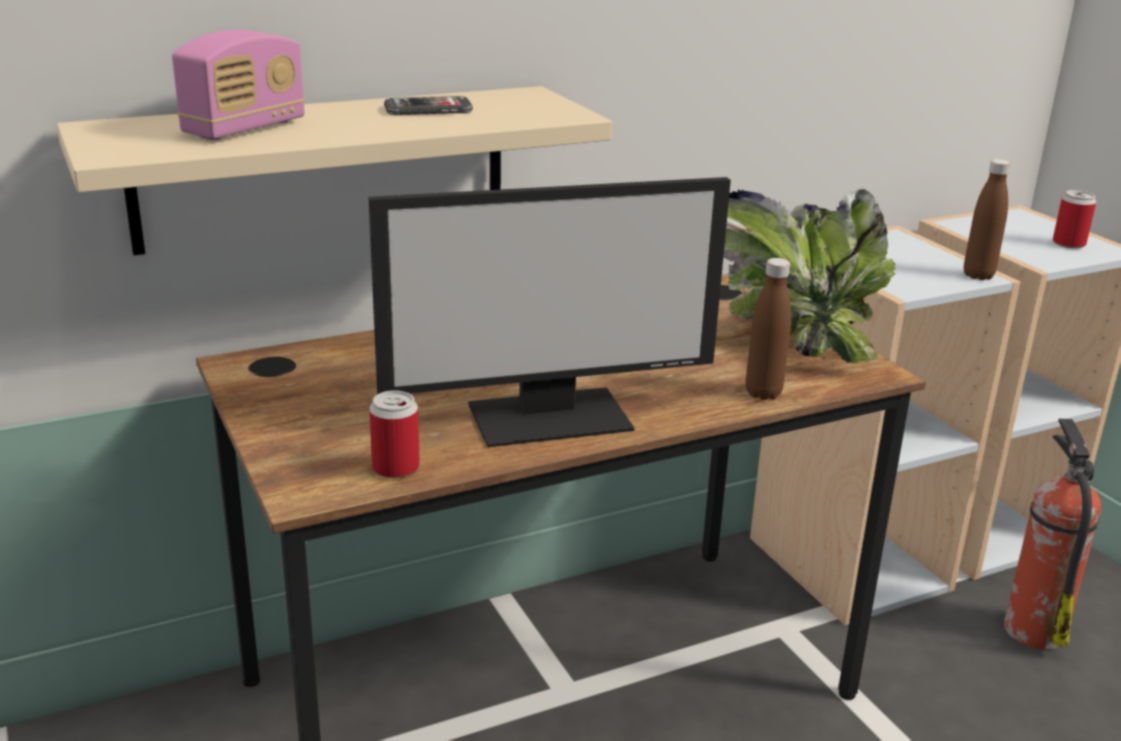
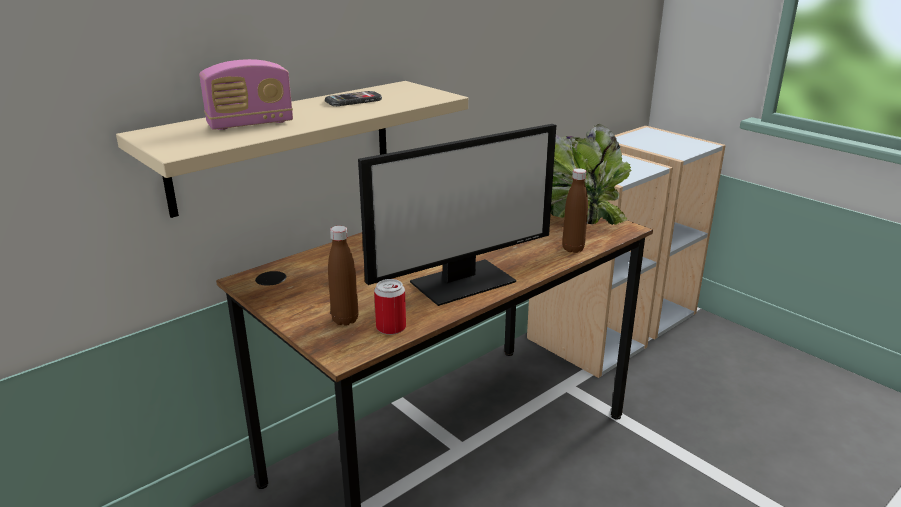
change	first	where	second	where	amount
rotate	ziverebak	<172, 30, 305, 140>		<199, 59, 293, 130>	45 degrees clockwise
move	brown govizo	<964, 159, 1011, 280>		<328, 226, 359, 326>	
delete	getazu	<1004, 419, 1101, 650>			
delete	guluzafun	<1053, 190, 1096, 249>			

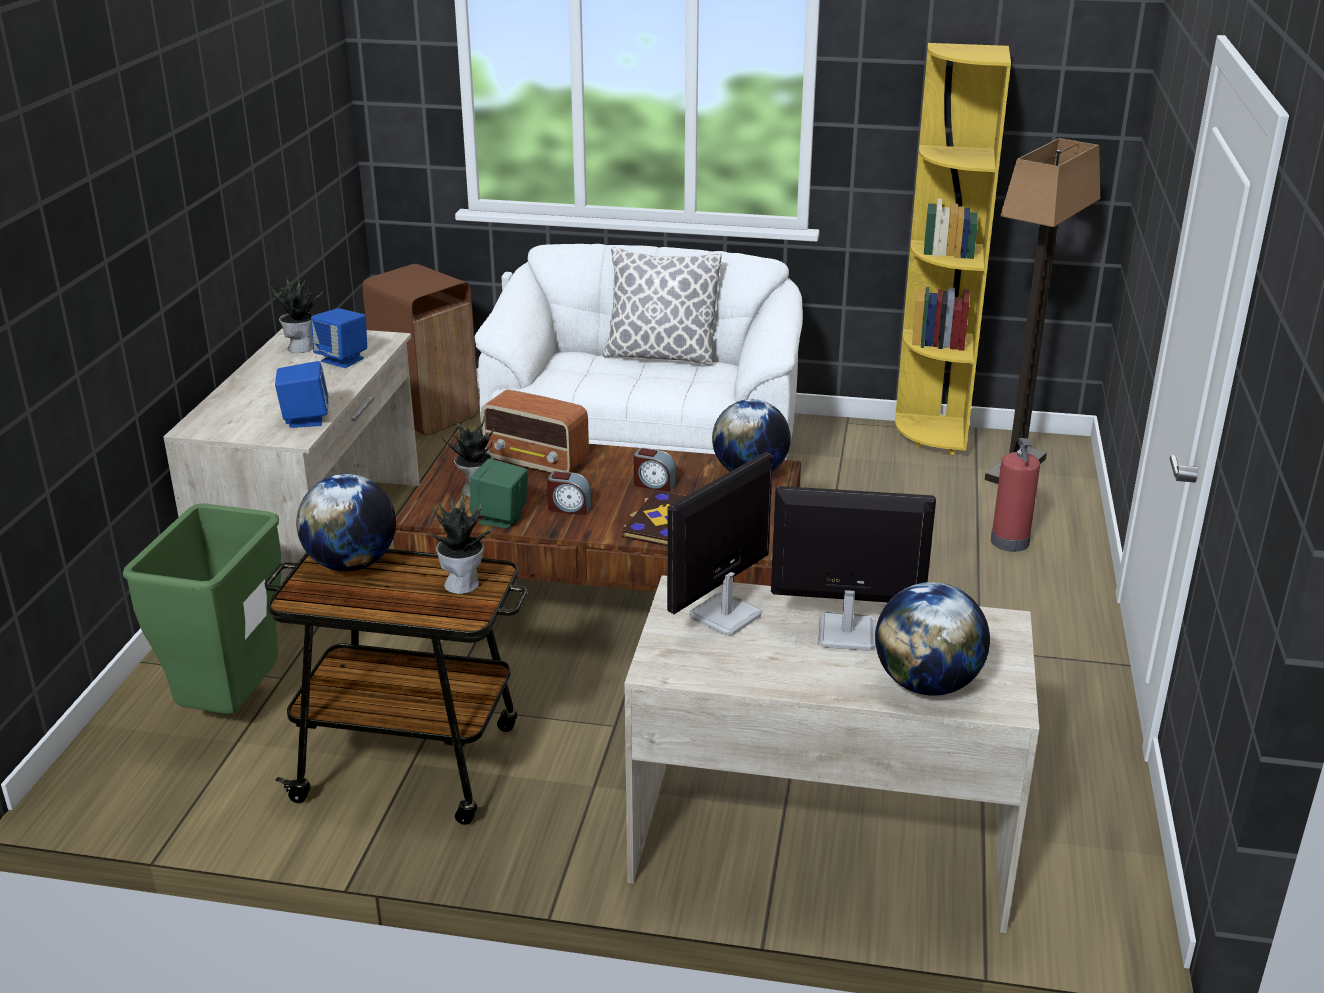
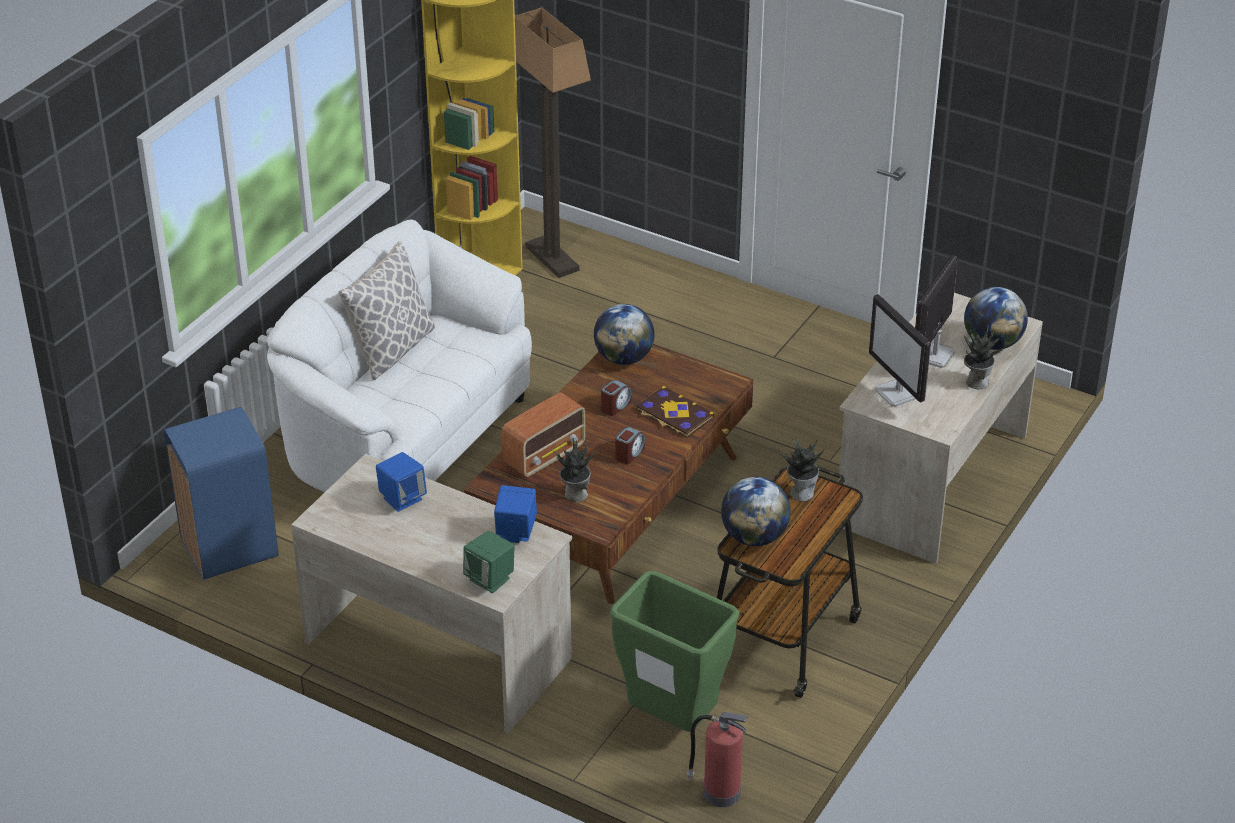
change	first	where	second	where	amount
move	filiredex	<271, 277, 323, 353>		<964, 326, 1006, 389>	
recolor	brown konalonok	<362, 264, 479, 435>	blue konalonok	<164, 407, 278, 580>	
move	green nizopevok	<470, 459, 528, 528>		<463, 531, 515, 593>	
move	getazu	<991, 438, 1040, 552>		<687, 712, 748, 807>	

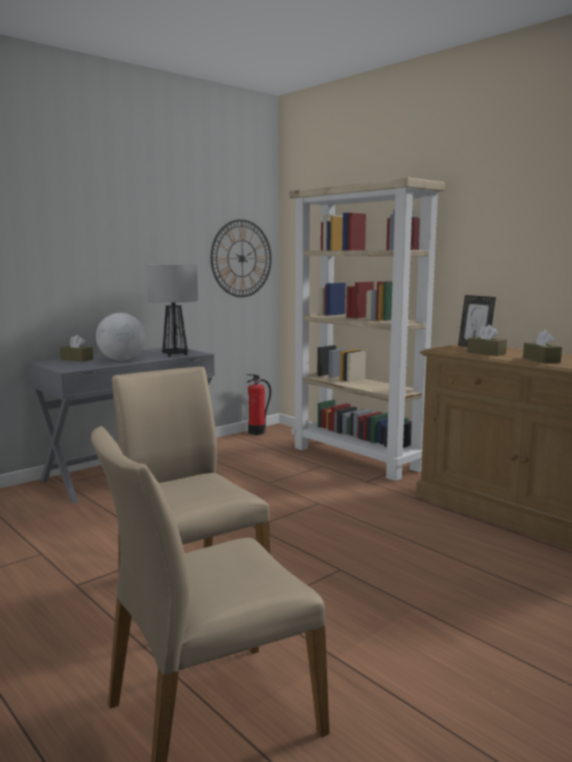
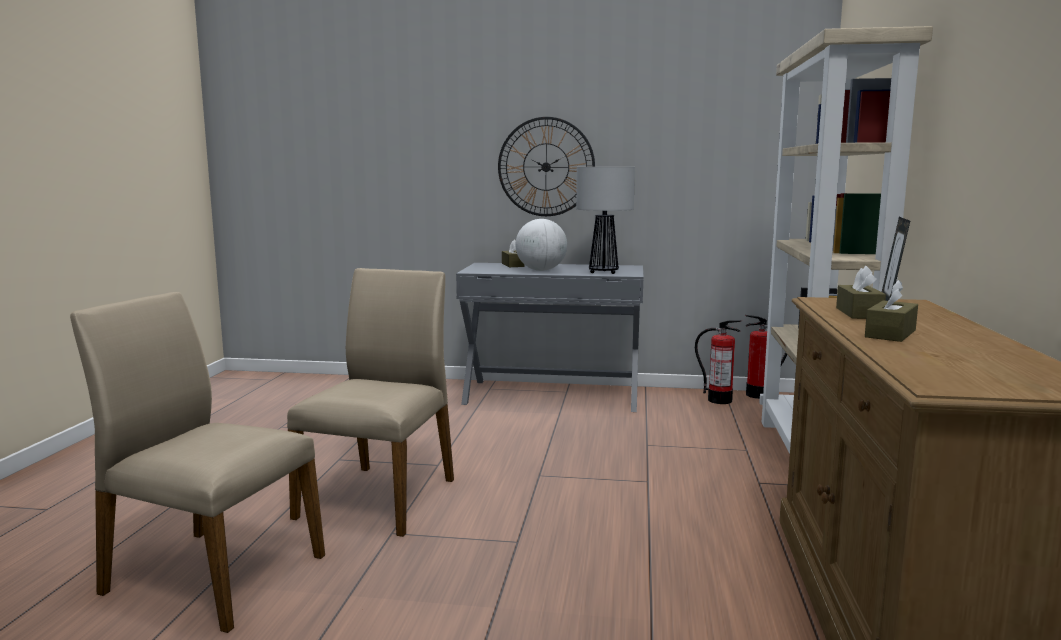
change	first	where	second	where	amount
move	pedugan	<211, 219, 272, 297>		<498, 117, 595, 216>	
insert			getazu	<695, 320, 742, 404>	

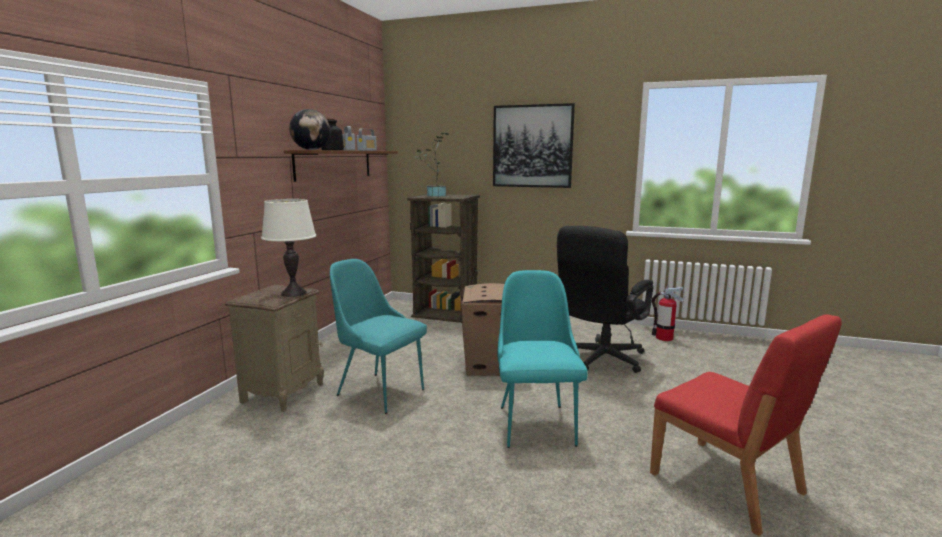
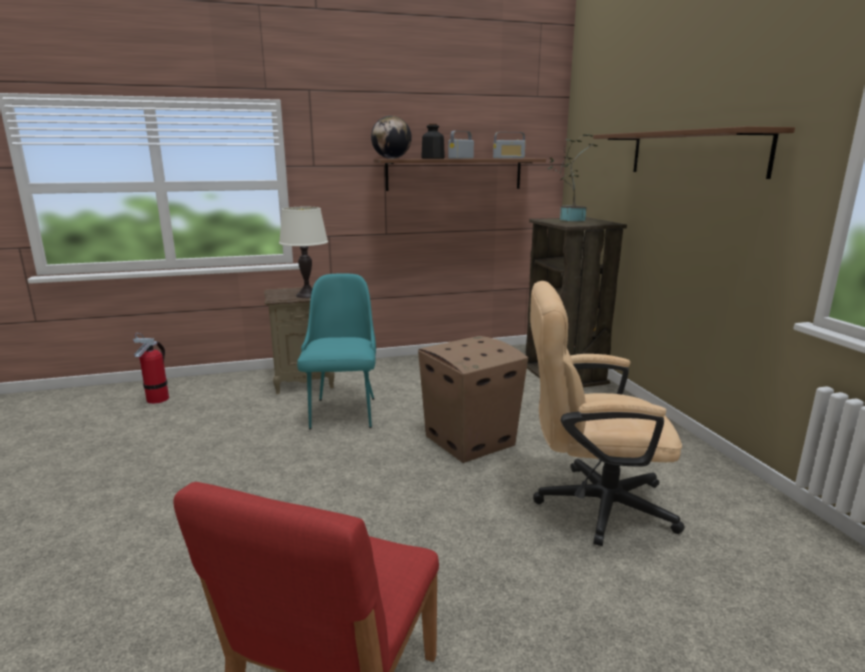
change	first	where	second	where	amount
replace	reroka	<493, 103, 575, 188>	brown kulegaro	<593, 126, 795, 179>	
delete	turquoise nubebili	<497, 270, 588, 448>			
recolor	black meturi	<557, 226, 654, 373>	beige meturi	<530, 281, 685, 546>	
move	getazu	<652, 285, 684, 341>		<133, 333, 169, 404>	

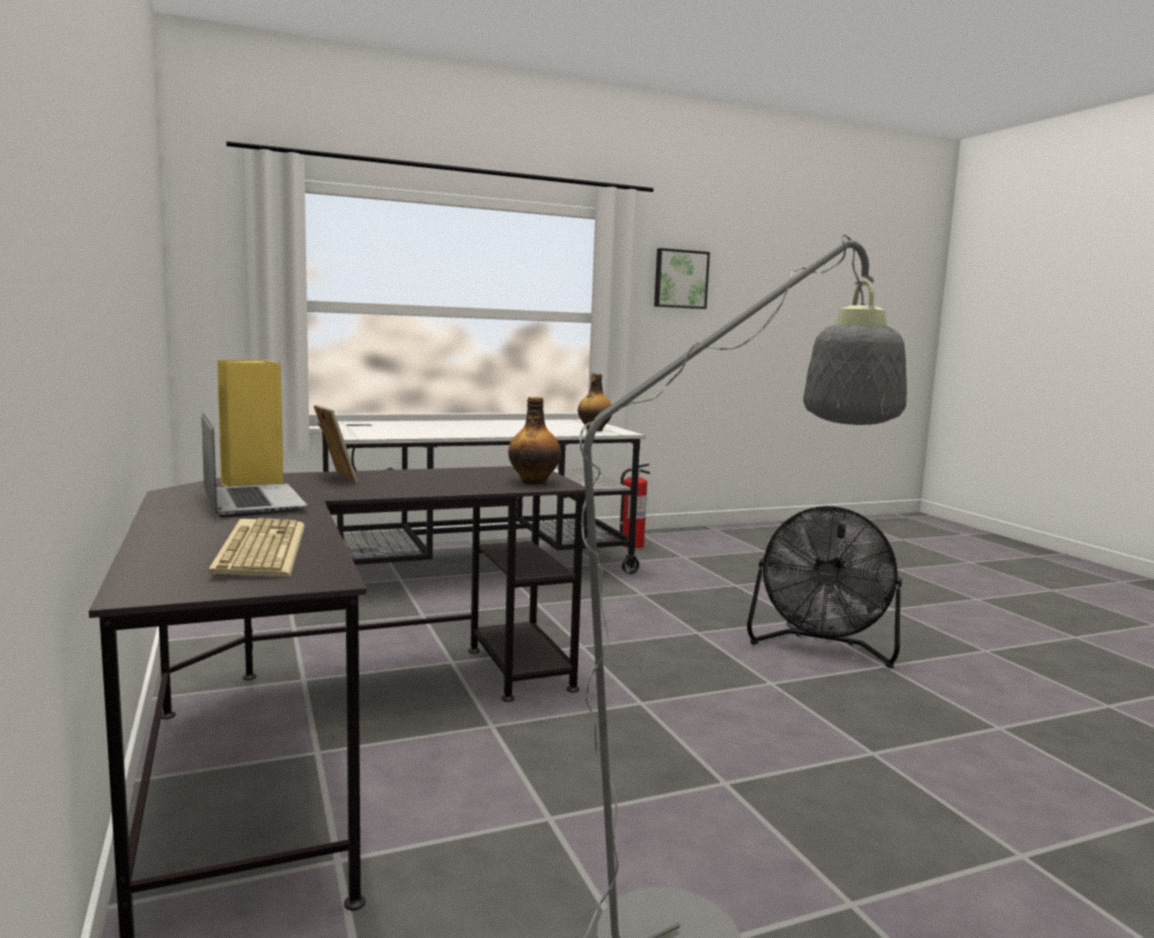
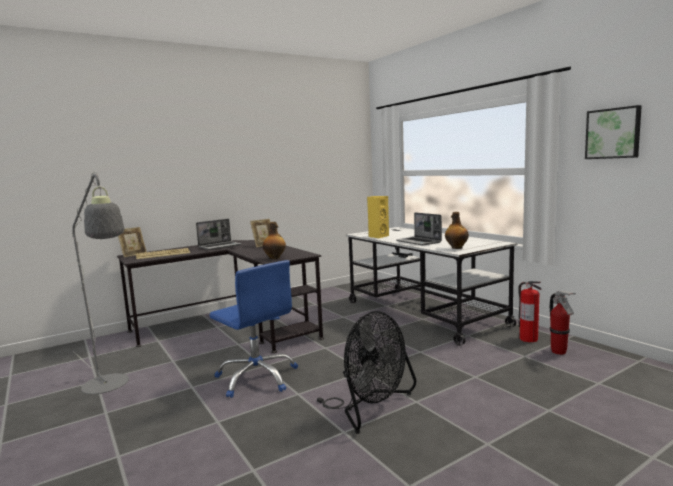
change	first	where	second	where	amount
move	yellow nizopevok	<217, 360, 284, 486>		<367, 196, 389, 239>	
rotate	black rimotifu	<747, 506, 902, 668>		<317, 311, 416, 434>	150 degrees counterclockwise
insert			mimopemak	<118, 227, 147, 258>	
insert			blue meturi	<209, 260, 298, 398>	
insert			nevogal	<396, 212, 442, 246>	
insert			getazu	<549, 291, 576, 355>	

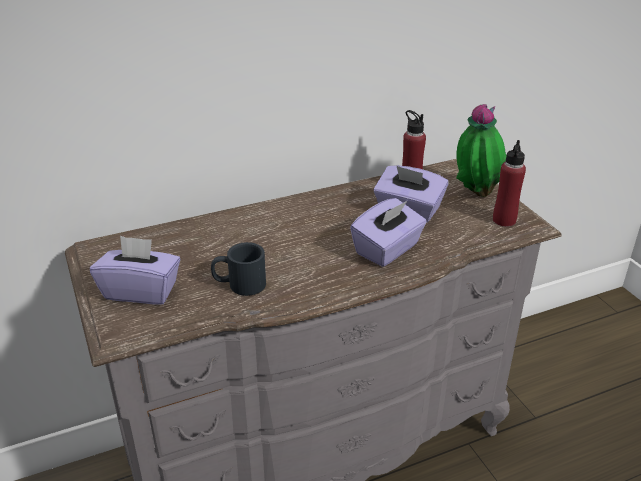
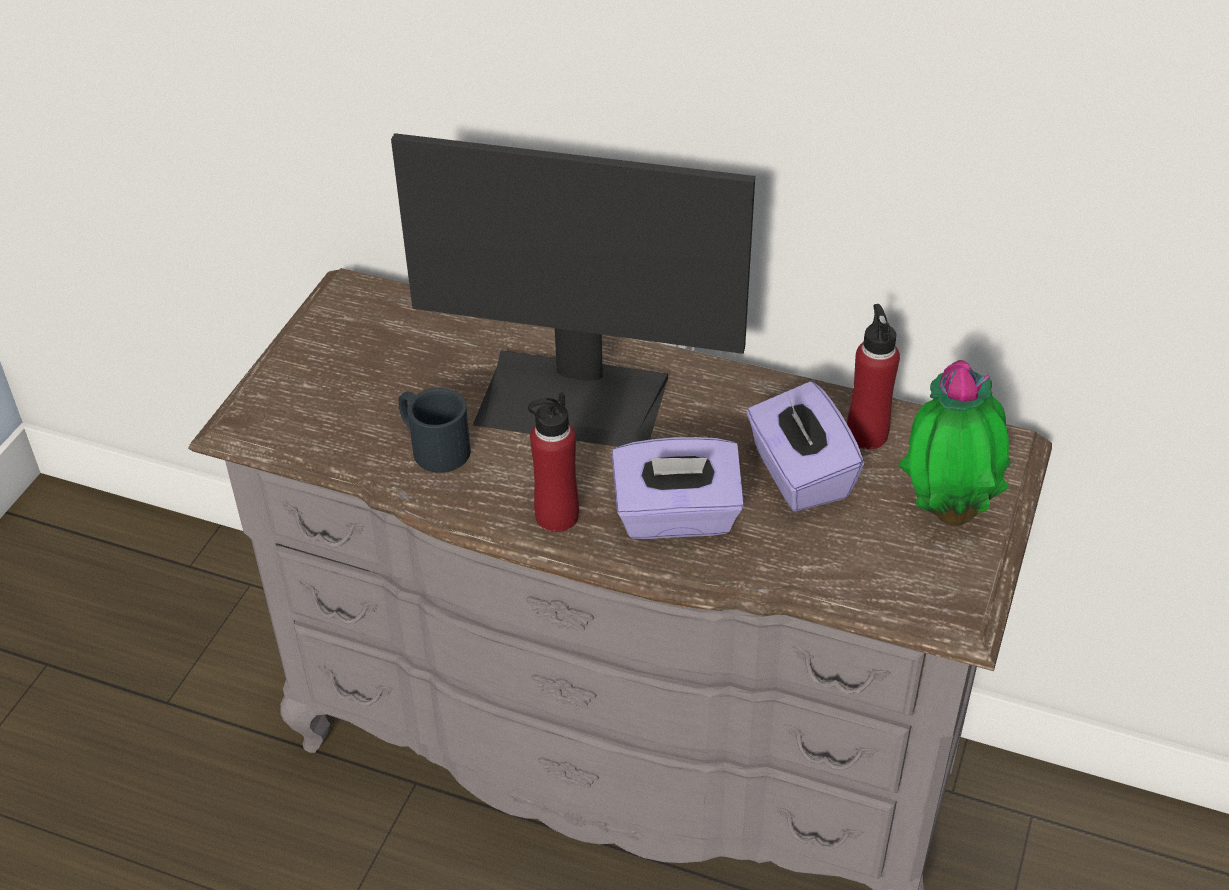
change	first	where	second	where	amount
delete	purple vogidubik	<90, 236, 181, 305>			
move	red govizo	<493, 140, 526, 227>		<528, 392, 579, 532>	
insert			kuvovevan	<391, 133, 755, 447>	

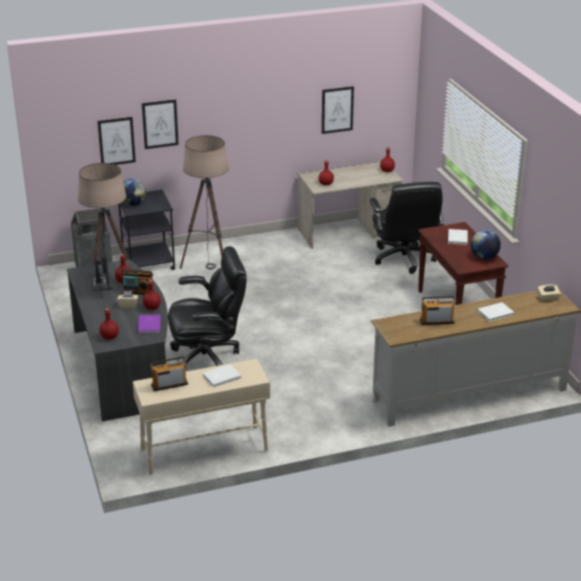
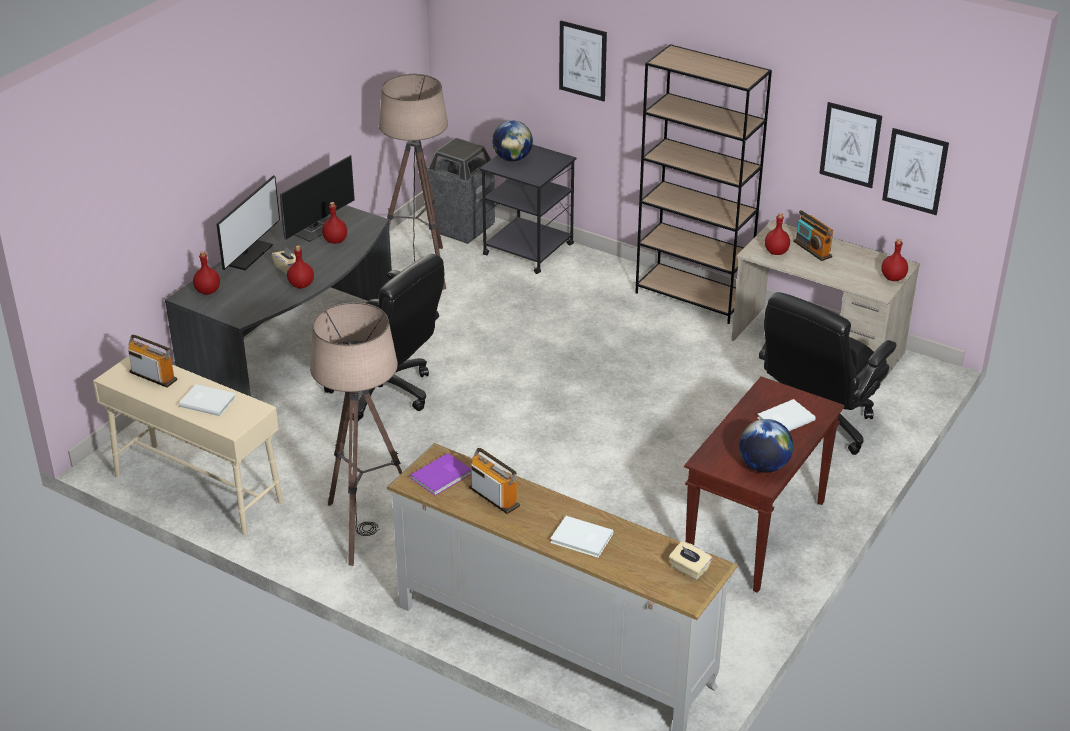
change	first	where	second	where	amount
move	reroka	<97, 117, 136, 165>		<882, 128, 949, 215>	
move	ziverebak	<121, 269, 155, 295>		<793, 210, 833, 261>	
move	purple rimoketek	<138, 314, 161, 334>		<410, 453, 472, 496>	
move	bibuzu	<180, 135, 229, 269>		<310, 302, 402, 566>	
insert			kuvovevan	<217, 175, 280, 270>	
insert			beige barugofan	<635, 44, 772, 324>	

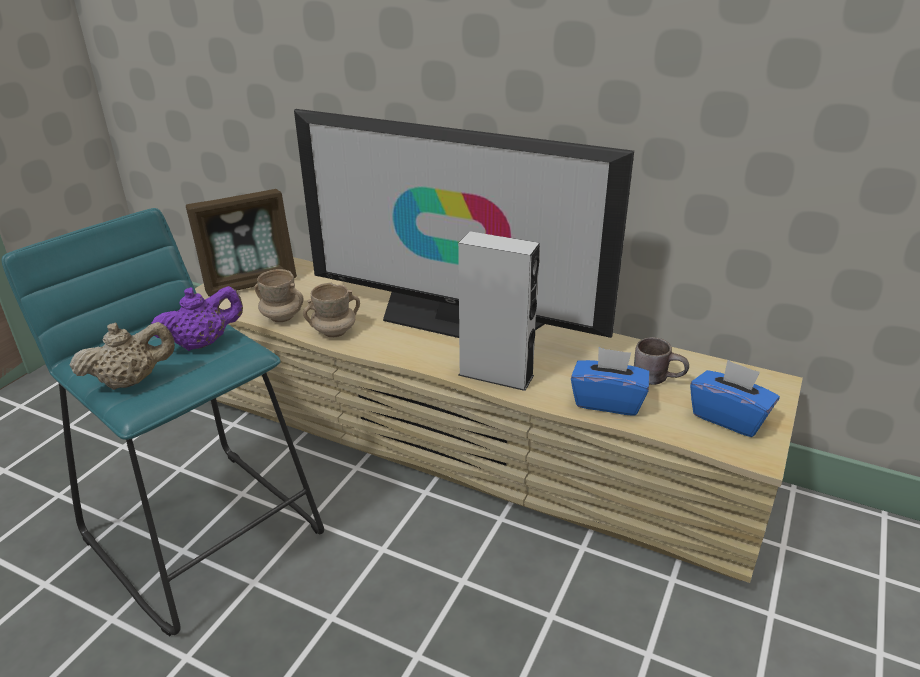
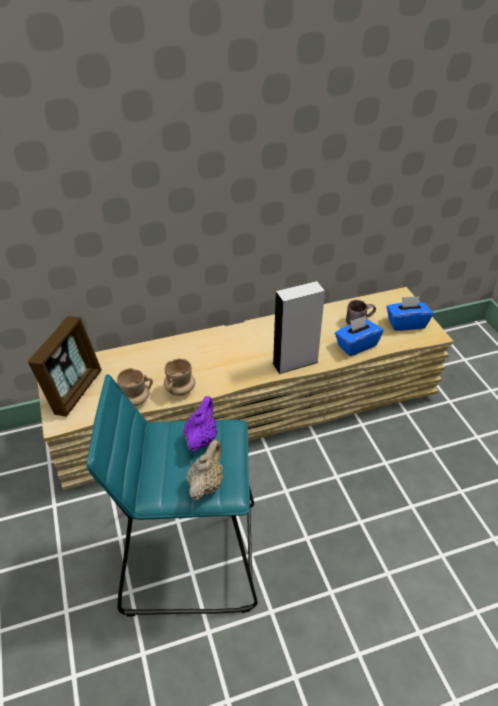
change	first	where	second	where	amount
delete	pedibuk	<294, 109, 634, 338>			

